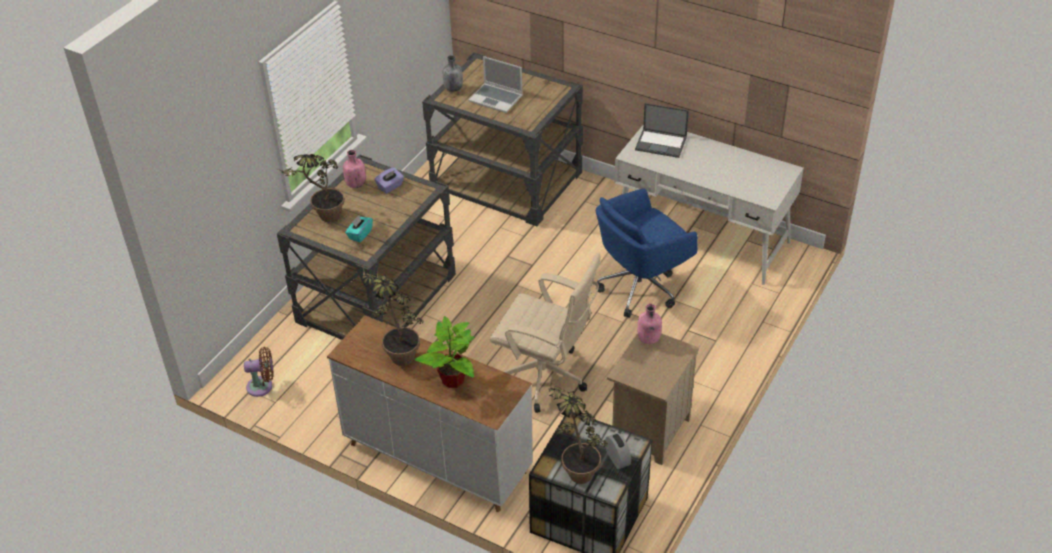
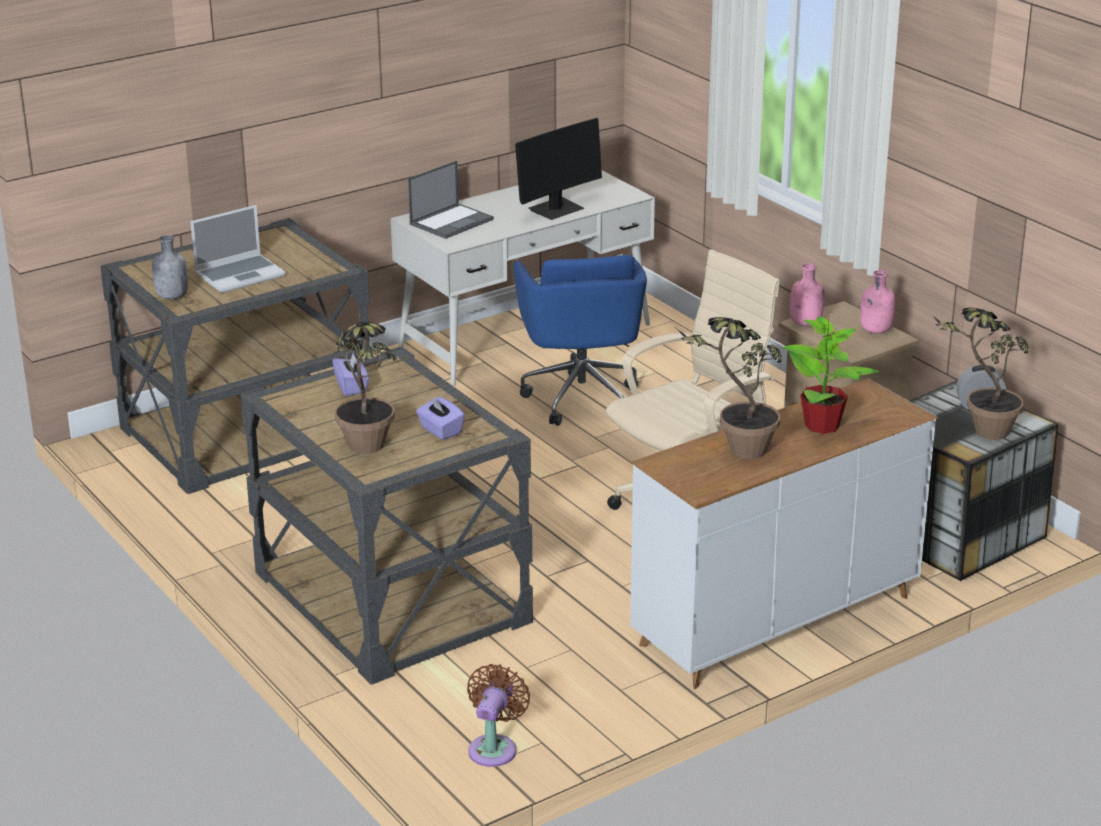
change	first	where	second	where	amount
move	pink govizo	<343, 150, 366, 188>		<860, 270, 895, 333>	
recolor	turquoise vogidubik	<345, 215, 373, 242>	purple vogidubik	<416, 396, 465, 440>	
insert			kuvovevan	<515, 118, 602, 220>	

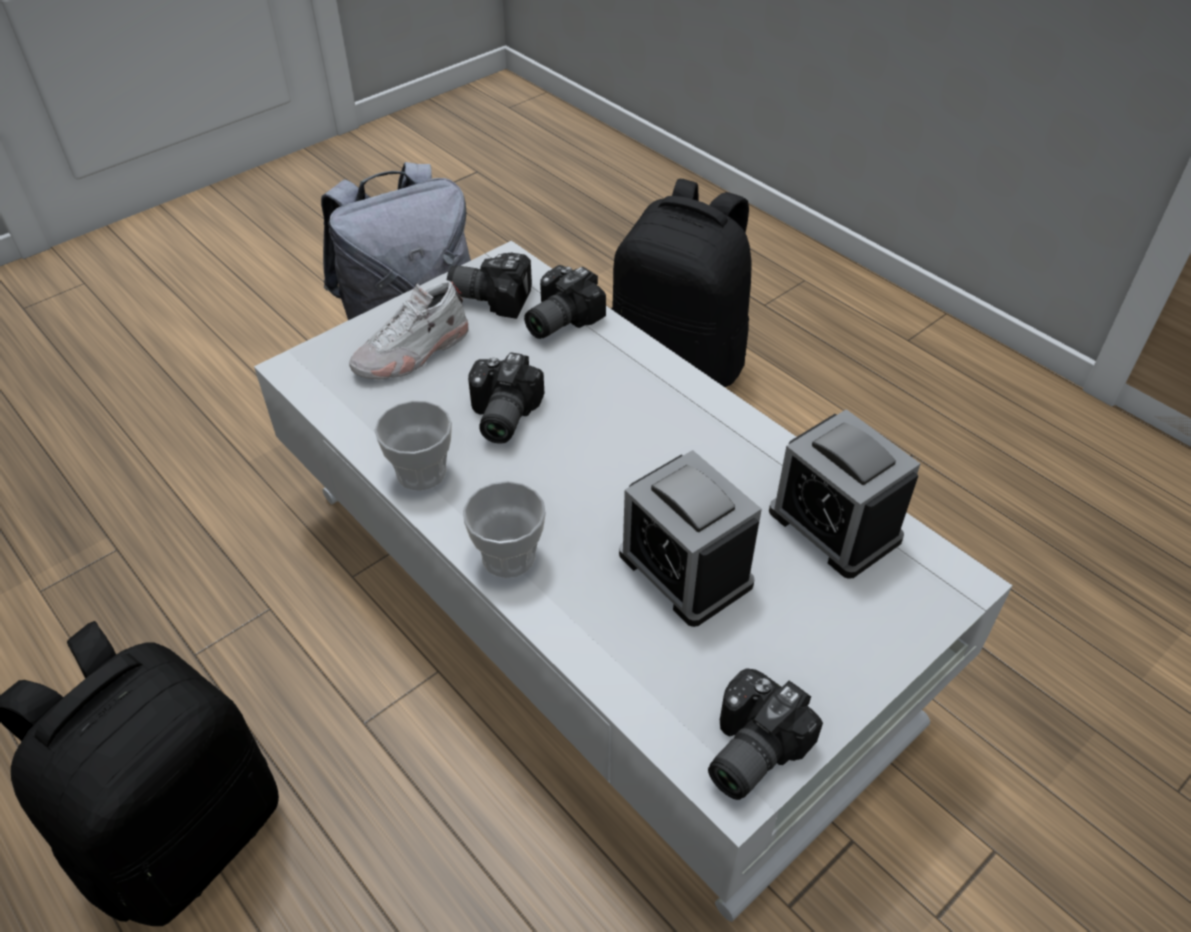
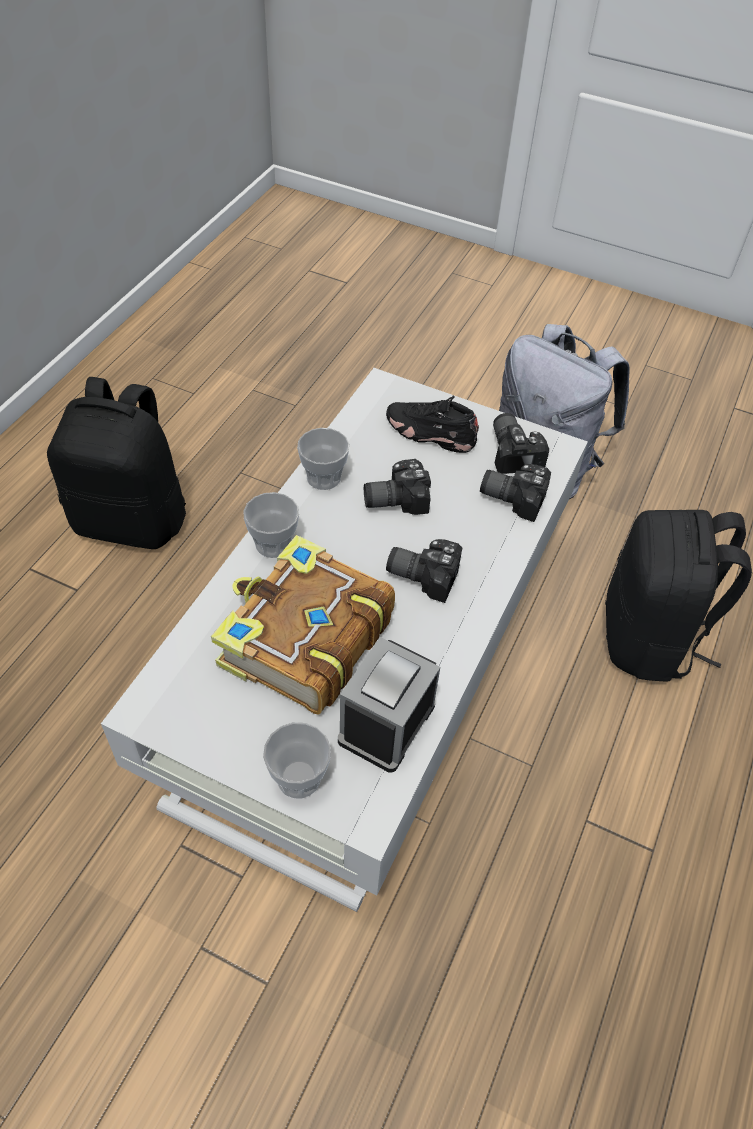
change	first	where	second	where	amount
recolor	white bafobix	<349, 280, 469, 379>	black bafobix	<386, 395, 479, 453>	
replace	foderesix	<619, 450, 762, 627>	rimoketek	<211, 535, 395, 715>	
move	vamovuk	<708, 668, 823, 800>		<386, 539, 462, 603>	
insert			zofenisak	<263, 722, 331, 799>	

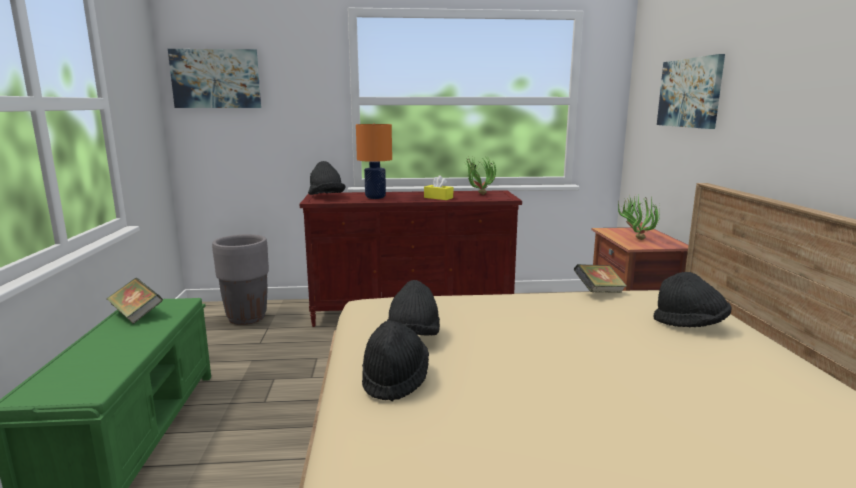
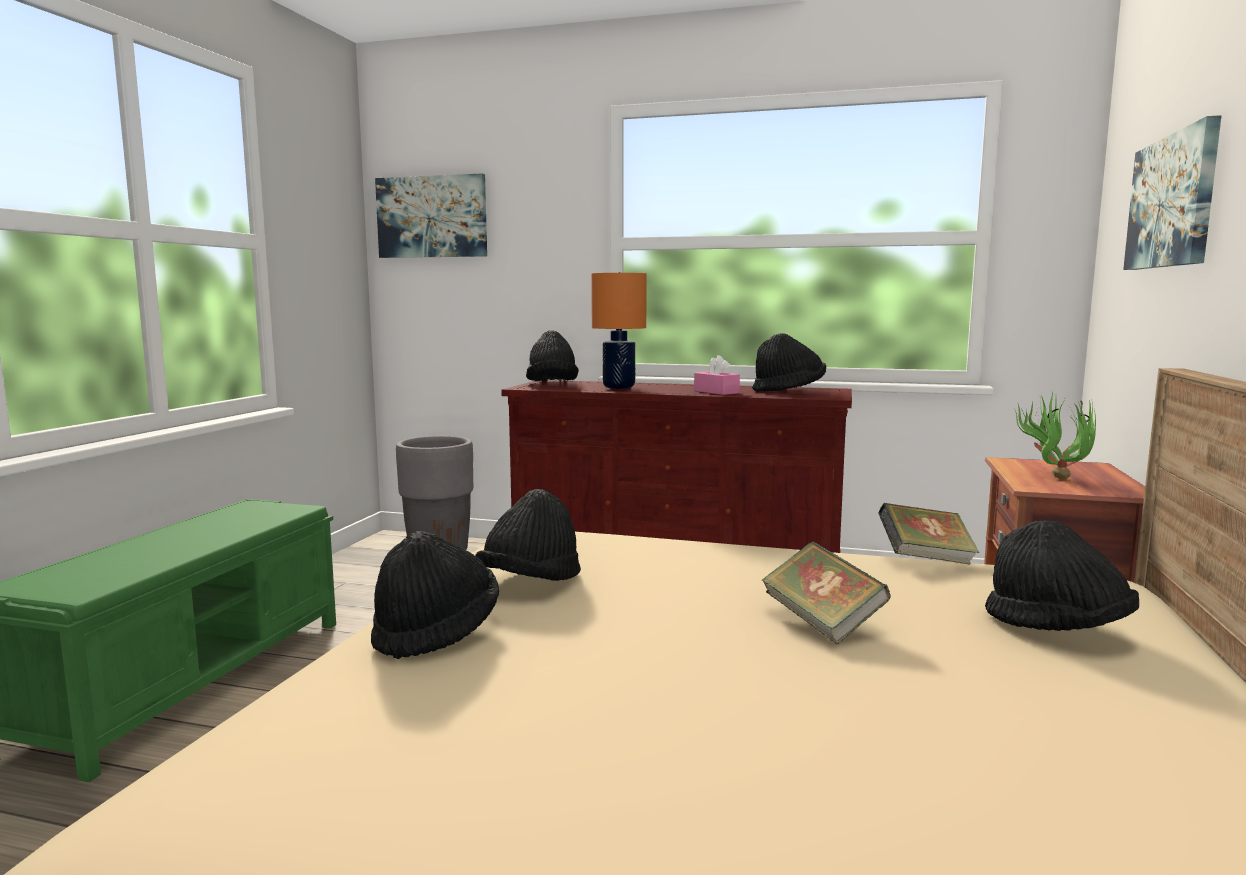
change	first	where	second	where	amount
move	rimoketek	<106, 278, 163, 324>		<761, 541, 891, 645>	
recolor	yellow vogidubik	<424, 175, 453, 200>	pink vogidubik	<694, 355, 740, 395>	
replace	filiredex	<465, 156, 496, 195>	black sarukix	<752, 333, 826, 392>	

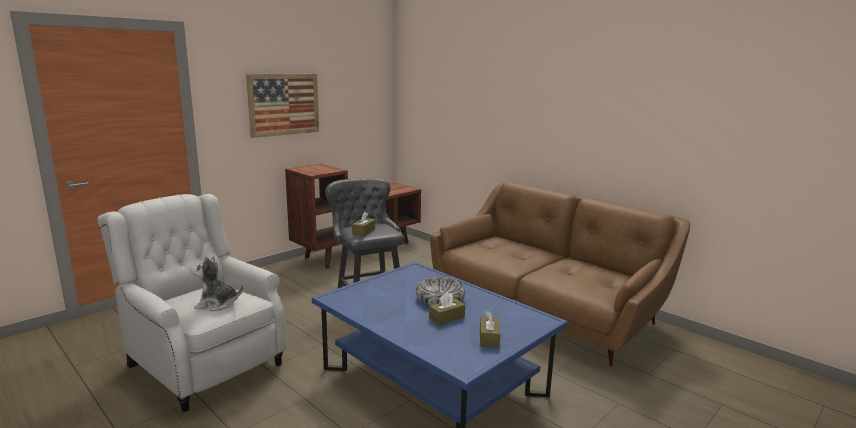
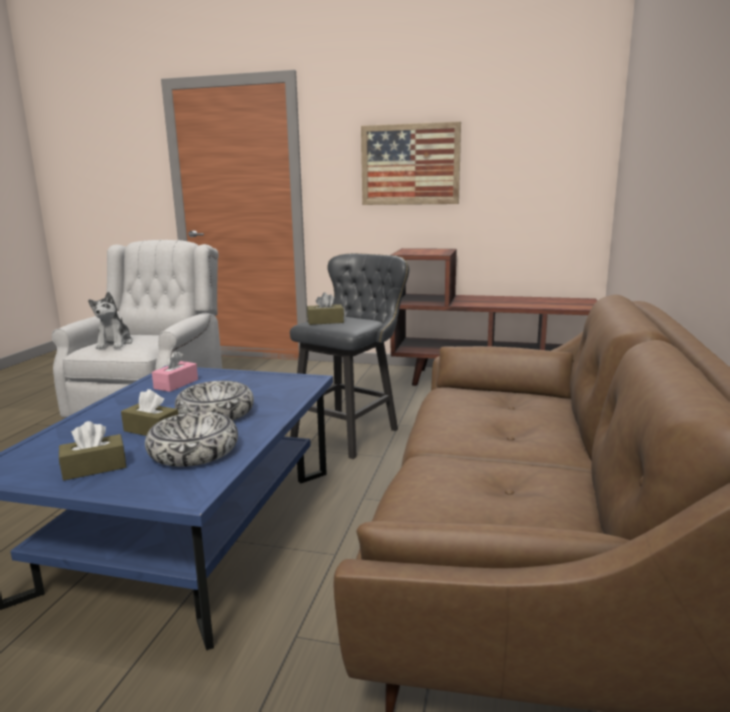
change	first	where	second	where	amount
rotate	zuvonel	<191, 256, 243, 311>		<88, 292, 133, 349>	150 degrees counterclockwise
insert			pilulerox	<145, 412, 238, 467>	
insert			pink vogidubik	<152, 351, 198, 392>	

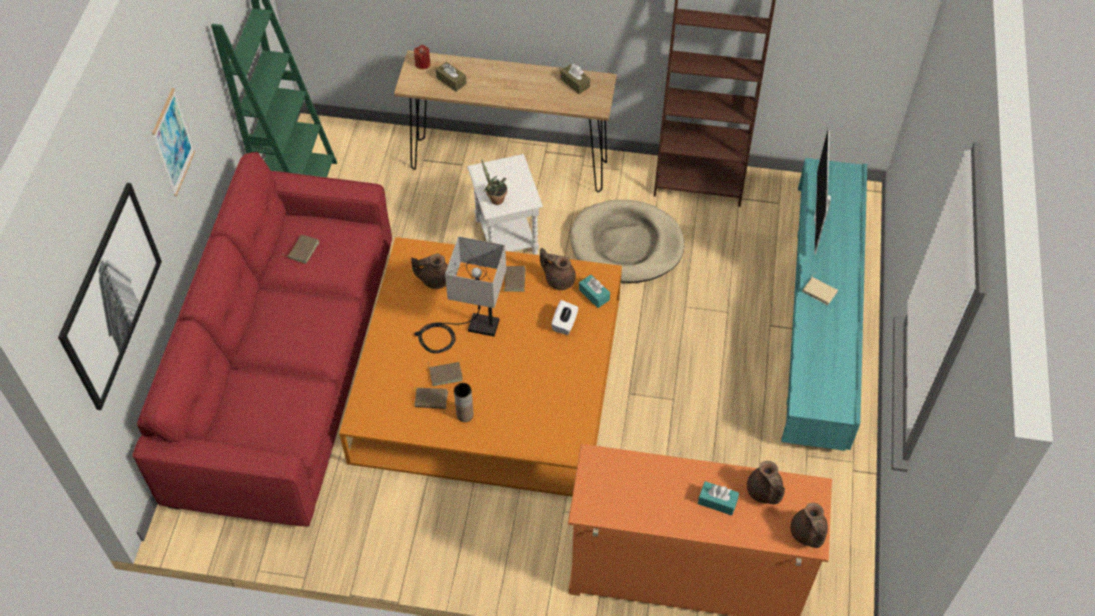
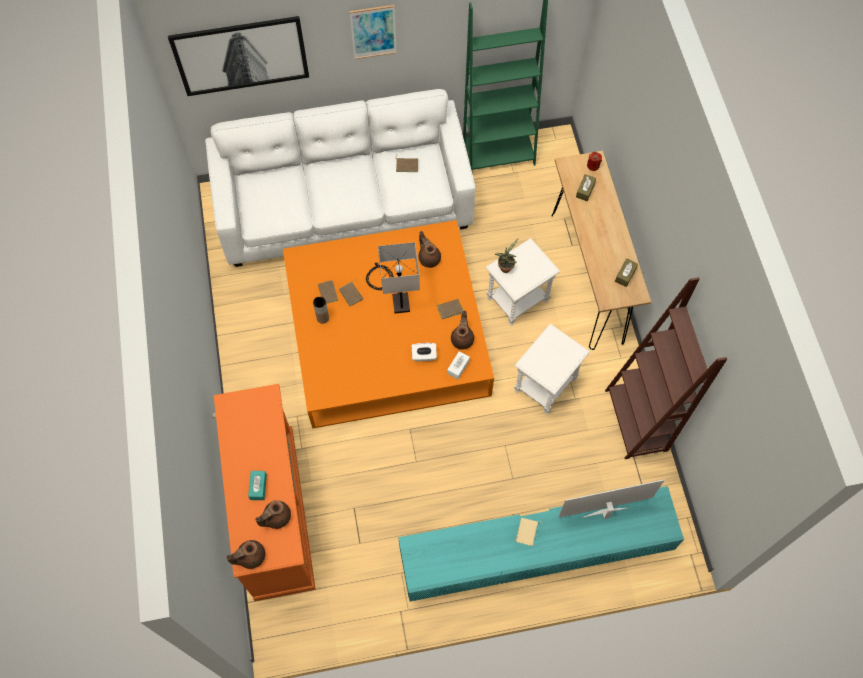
change	first	where	second	where	amount
recolor	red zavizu	<132, 152, 392, 527>	white zavizu	<205, 89, 475, 267>	
replace	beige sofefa	<570, 200, 684, 283>	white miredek	<514, 324, 590, 414>	
recolor	turquoise vogidubik	<579, 274, 610, 308>	white vogidubik	<447, 351, 470, 379>	

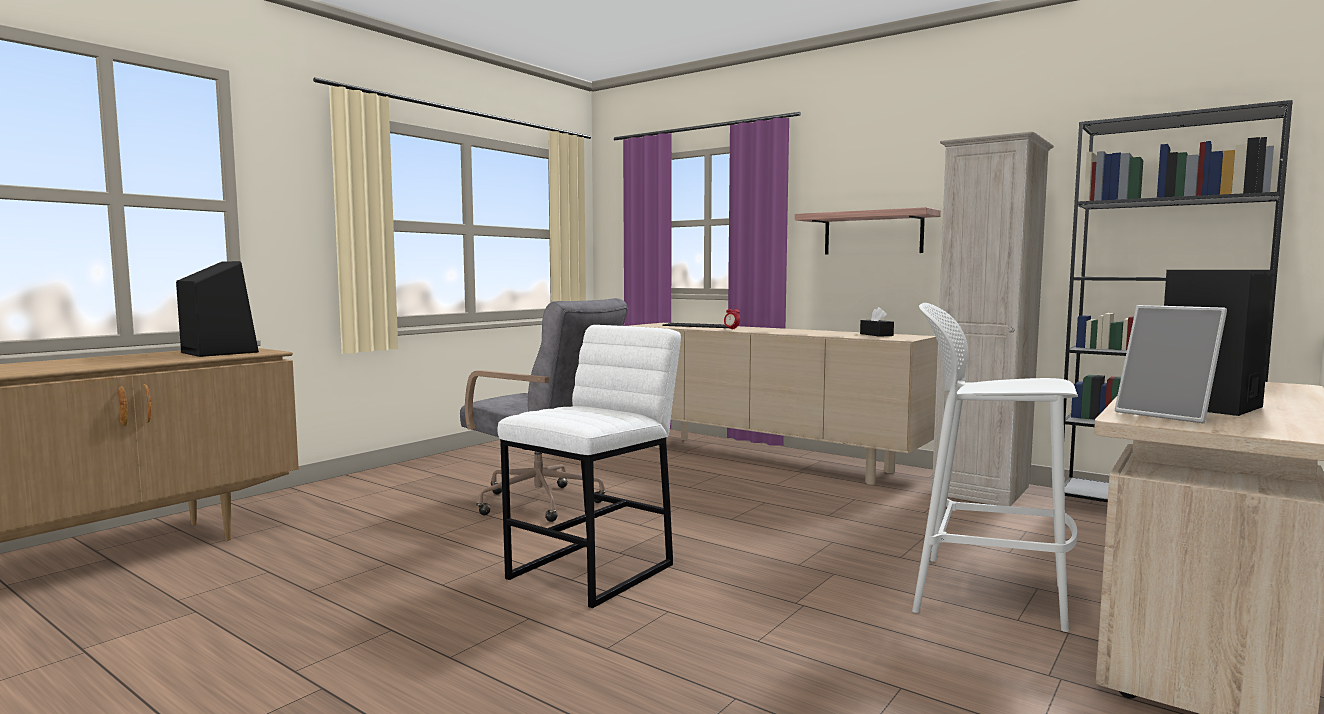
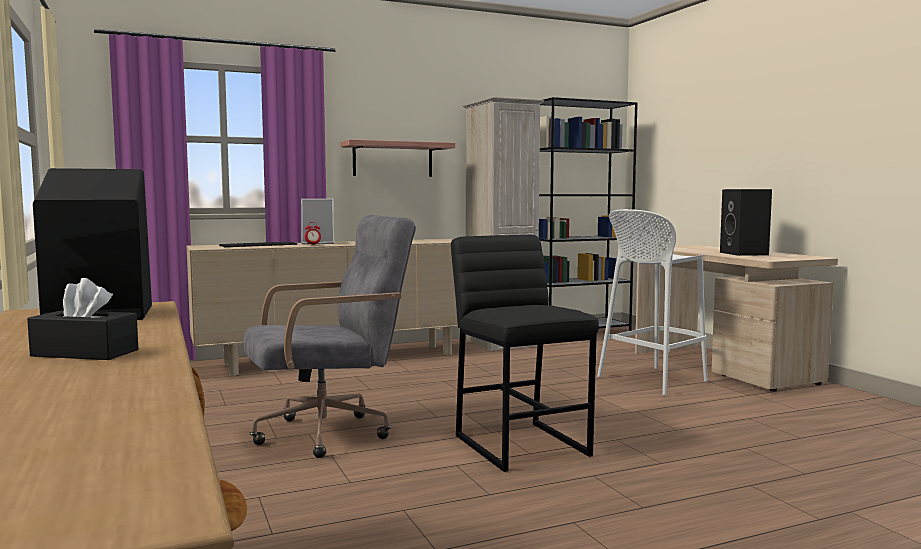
change	first	where	second	where	amount
recolor	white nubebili	<498, 325, 681, 608>	black nubebili	<451, 235, 599, 472>	
move	black vogidubik	<860, 307, 894, 337>		<27, 278, 138, 360>	
move	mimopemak	<1115, 305, 1227, 423>		<301, 199, 334, 244>	

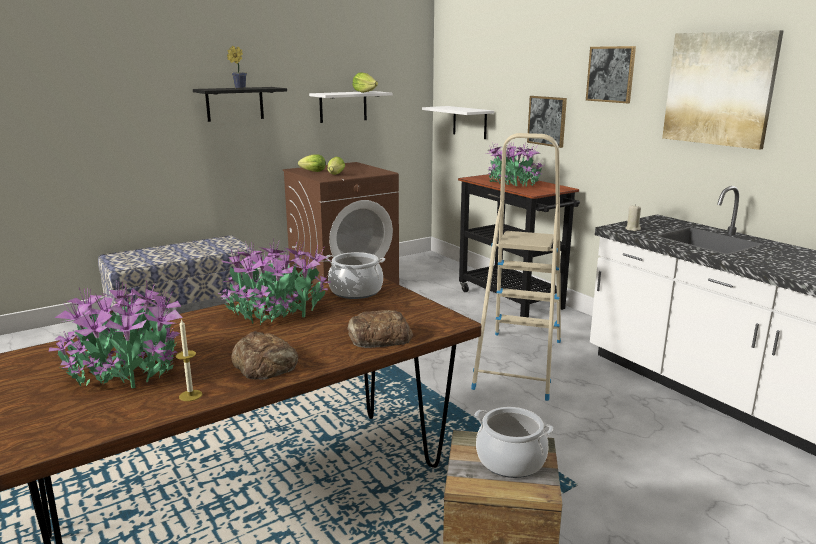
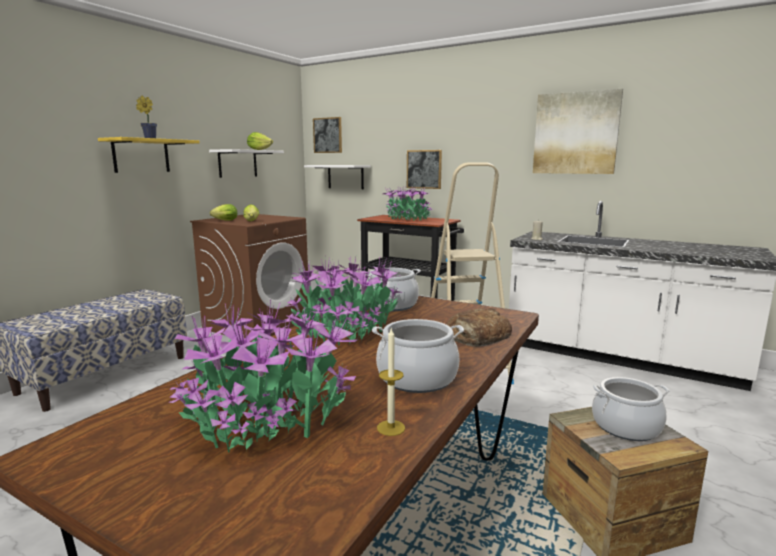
change	first	where	second	where	amount
recolor	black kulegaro	<193, 87, 287, 122>	yellow kulegaro	<98, 137, 200, 173>	
replace	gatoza	<231, 331, 298, 380>	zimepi	<372, 319, 464, 393>	
move	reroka	<586, 46, 636, 103>		<313, 117, 342, 153>	

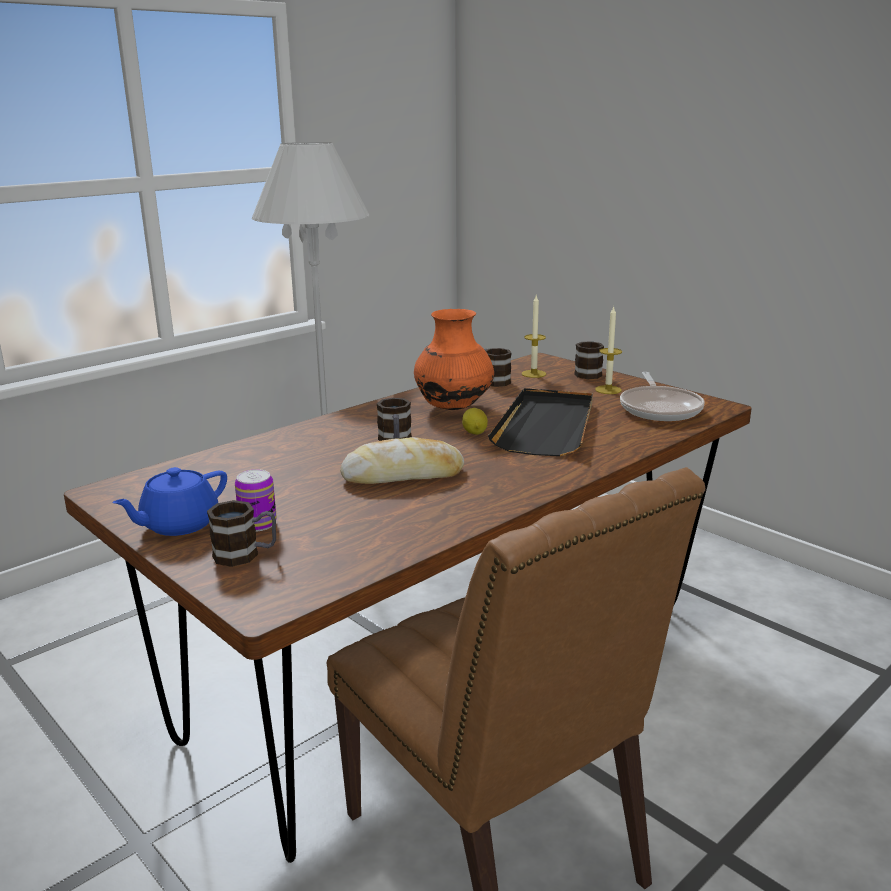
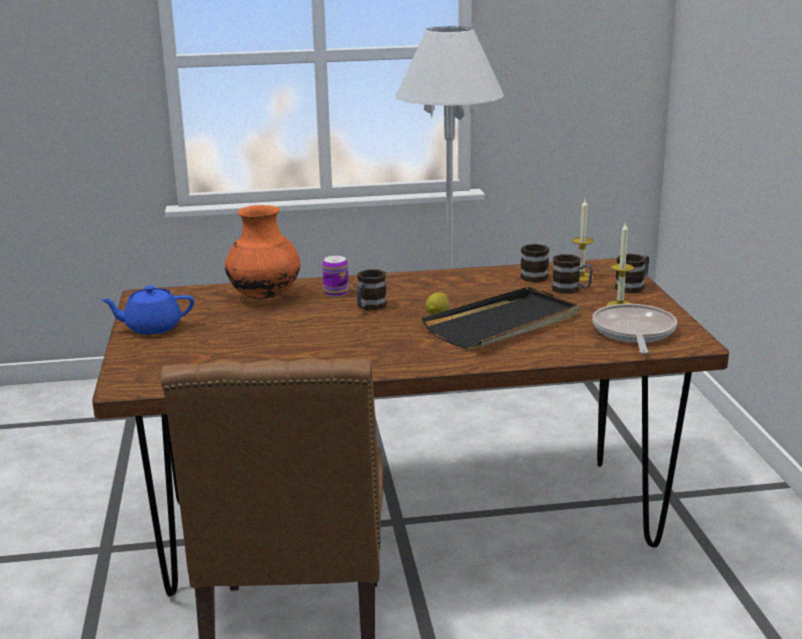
change	first	where	second	where	amount
move	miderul	<207, 500, 276, 567>		<552, 254, 593, 294>	
move	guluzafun	<235, 469, 277, 531>		<322, 256, 349, 297>	
delete	gatoza	<340, 437, 464, 484>			
move	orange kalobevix	<414, 309, 494, 410>		<225, 205, 300, 299>	
rotate	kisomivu	<620, 372, 705, 421>		<592, 304, 677, 354>	150 degrees clockwise

